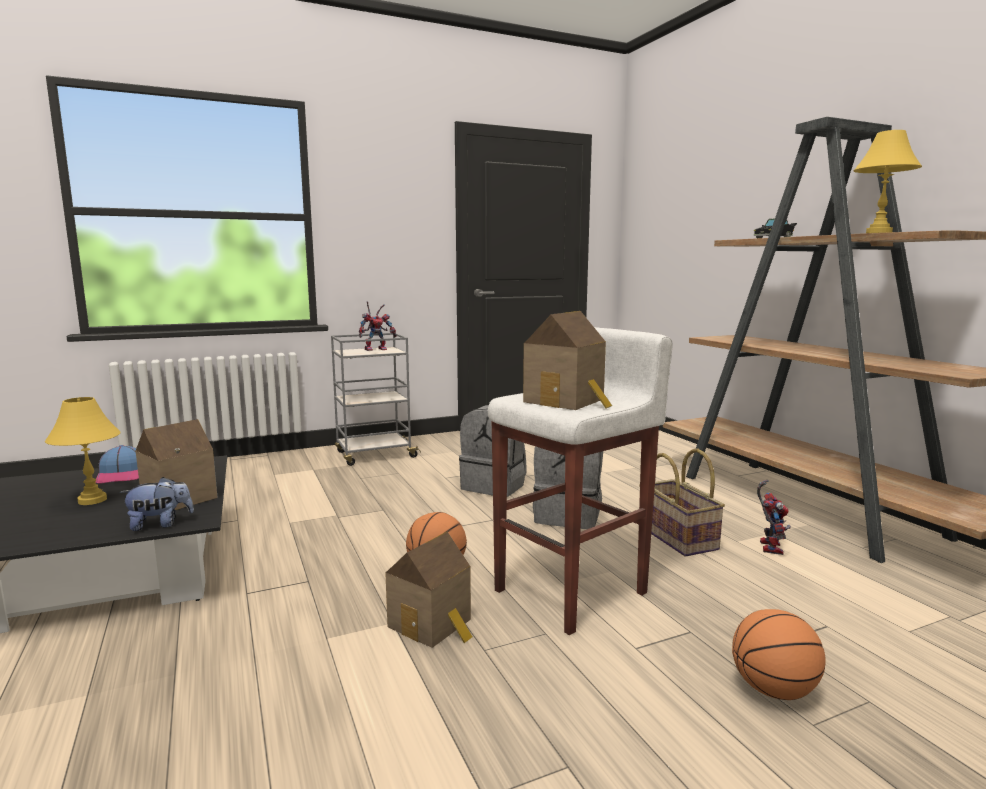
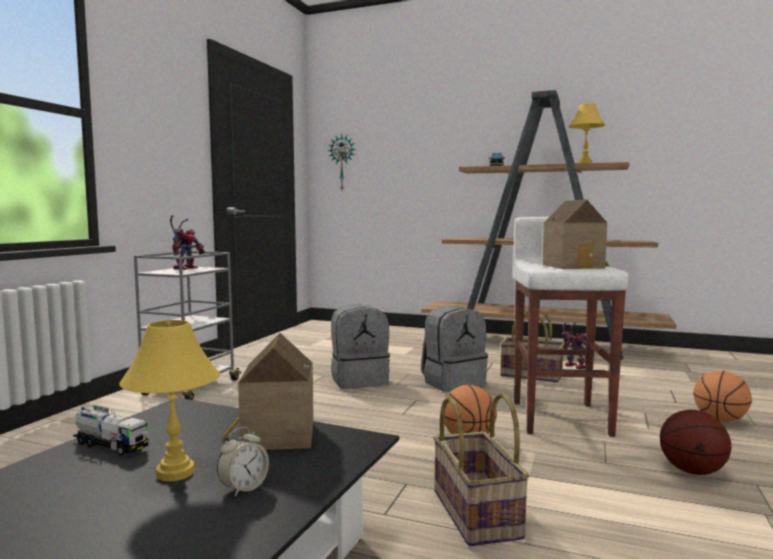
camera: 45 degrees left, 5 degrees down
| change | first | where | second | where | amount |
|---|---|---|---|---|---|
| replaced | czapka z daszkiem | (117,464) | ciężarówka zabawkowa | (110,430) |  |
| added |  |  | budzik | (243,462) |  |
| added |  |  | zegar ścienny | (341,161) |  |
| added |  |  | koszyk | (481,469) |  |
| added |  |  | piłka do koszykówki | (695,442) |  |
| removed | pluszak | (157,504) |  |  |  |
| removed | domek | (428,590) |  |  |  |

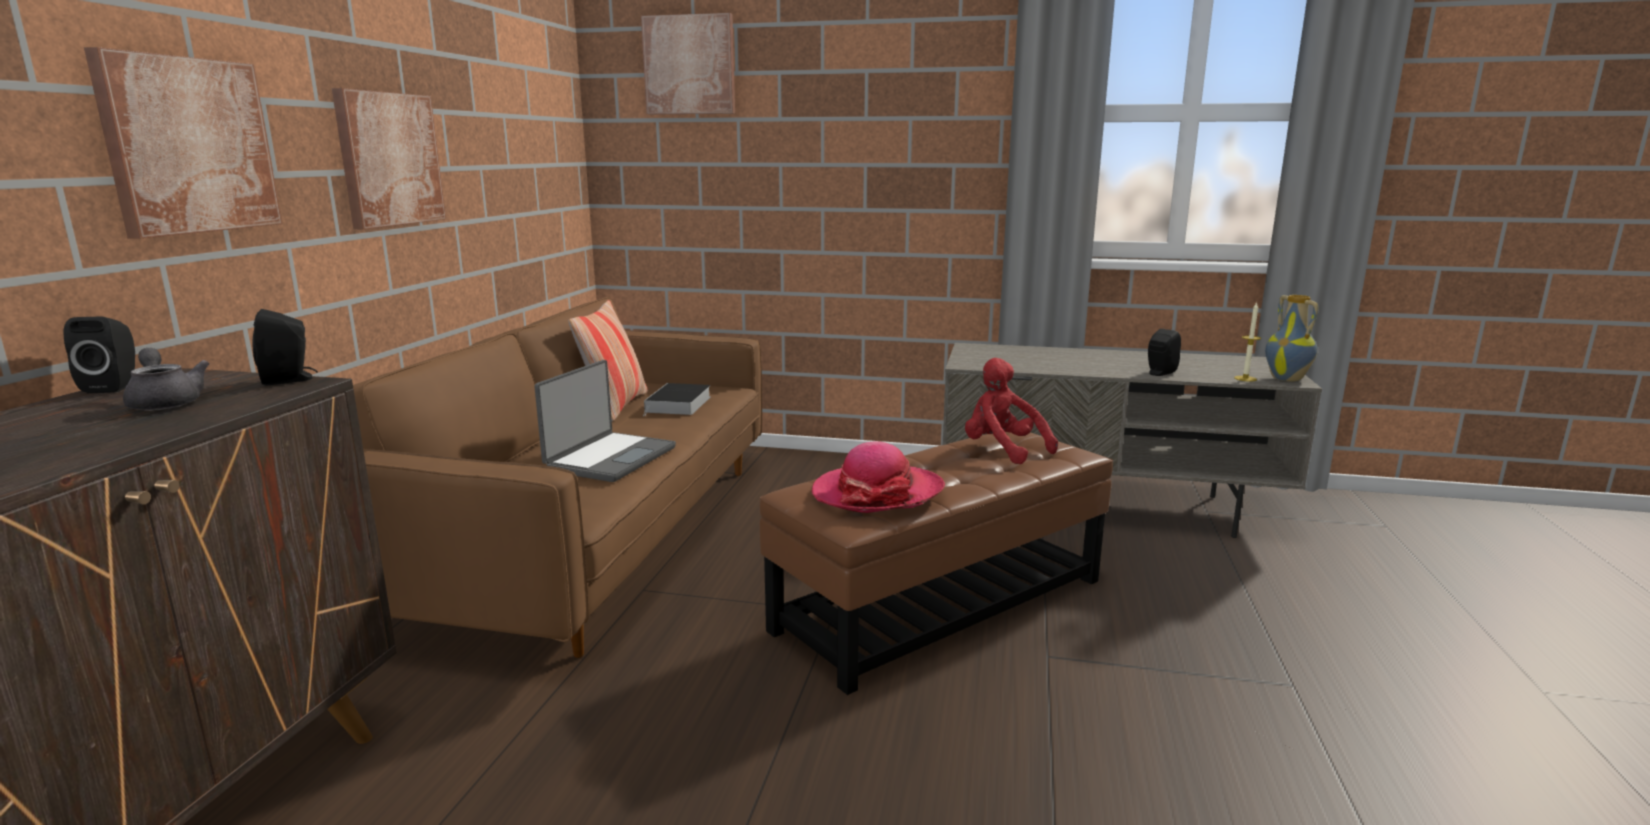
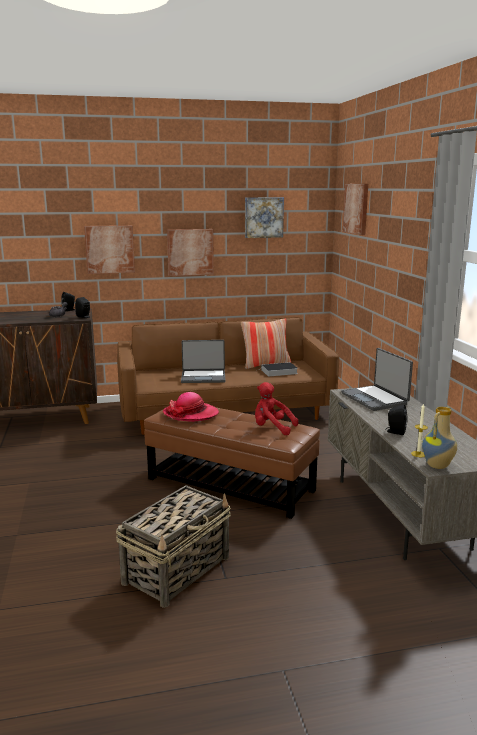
camera: 65 degrees right, 0 degrees up
| change | first | where | second | where | amount |
|---|---|---|---|---|---|
| added |  |  | koszyk | (173,546) |  |
| added |  |  | obraz | (264,217) |  |
| turned | pluszak (czerwony) | (1011,411) |  | (277,408) | 90 degrees counterclockwise |
| added |  |  | laptop | (377,379) |  |

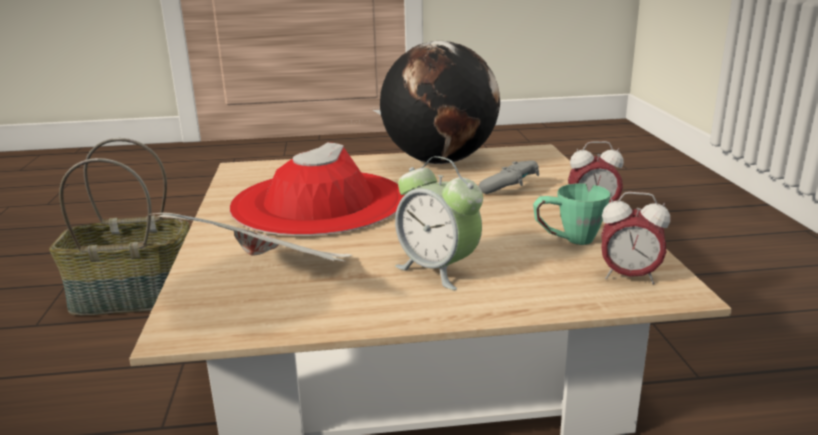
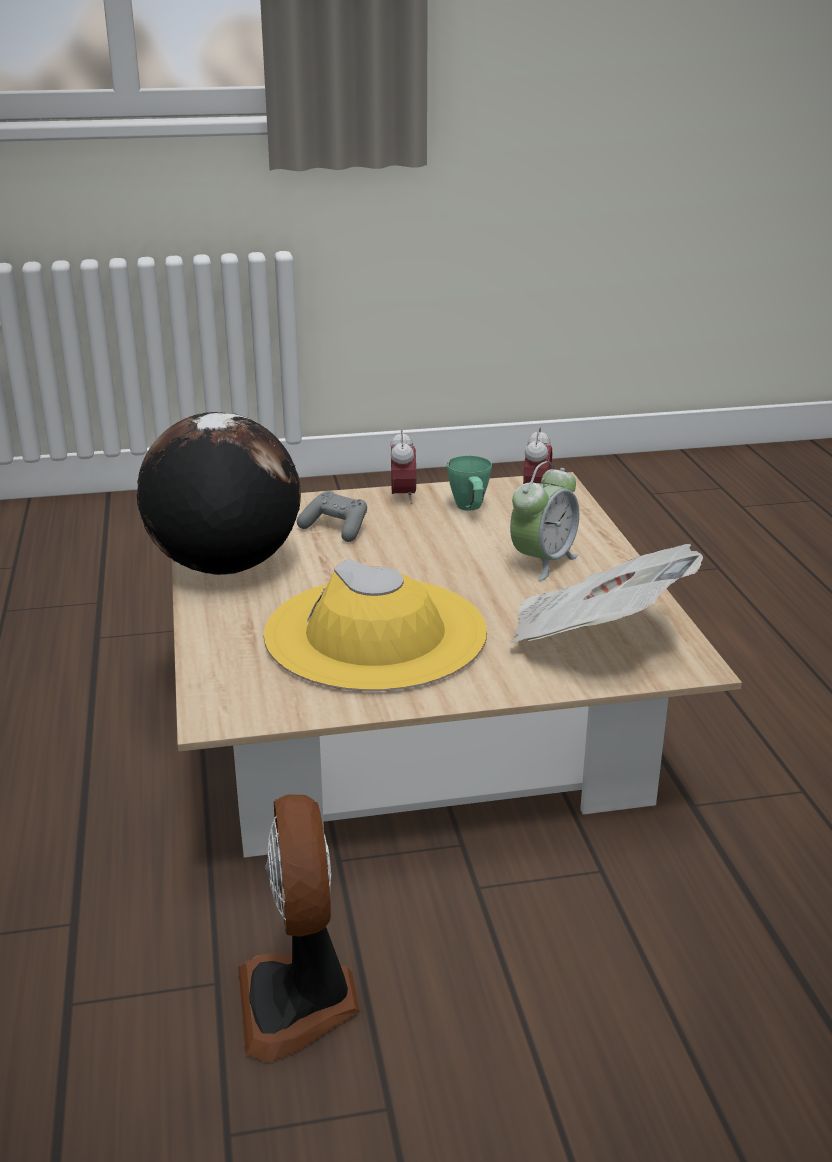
camera: 95 degrees left, 5 degrees up
| change | first | where | second | where | amount |
|---|---|---|---|---|---|
| replaced | koszyk | (119,227) | wentylator | (299,928) |  |
| recoloured | kapelusz (czerwony) | (317,189) | kapelusz (żółty) | (375,625) |  |

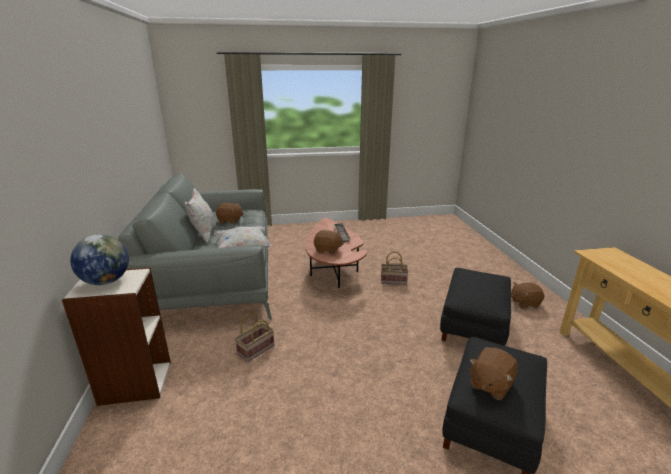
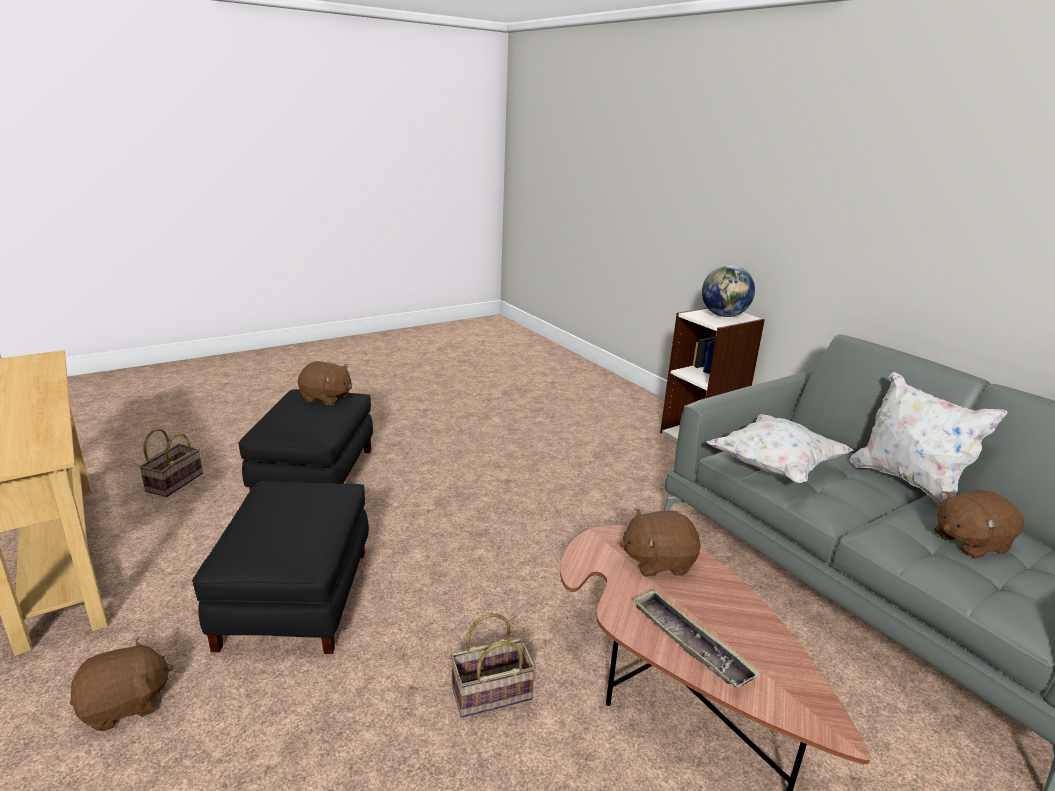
camera: 155 degrees right, 0 degrees up
| change | first | where | second | where | amount |
|---|---|---|---|---|---|
| moved | koszyk | (254,337) |  | (171,462) |  |
| turned | pluszak (brązowy) | (493,373) |  | (325,383) | 90 degrees clockwise |

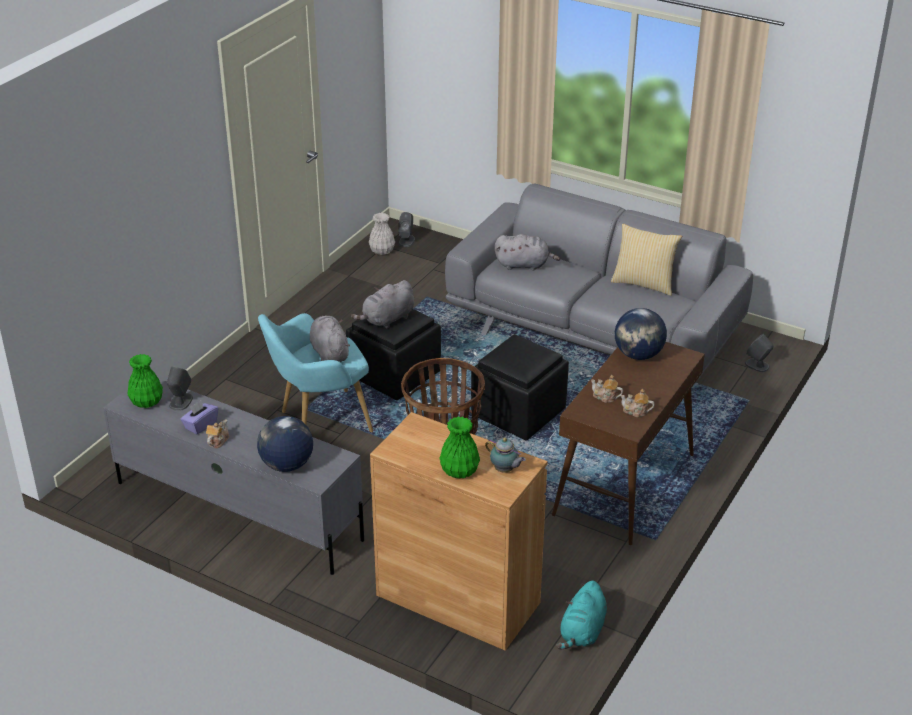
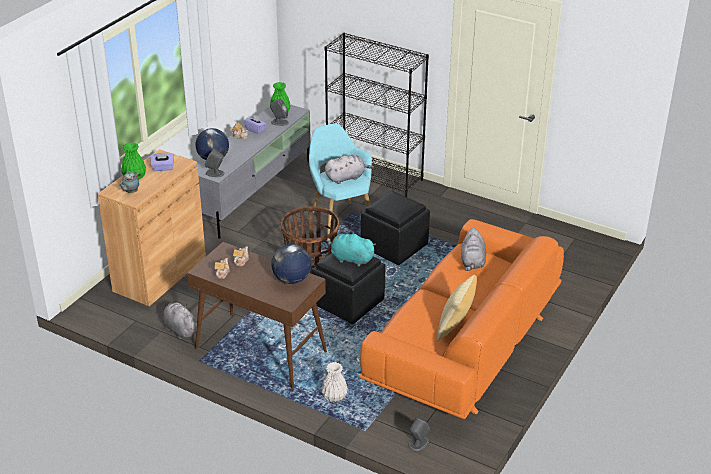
camera: 90 degrees right, 0 degrees up
| change | first | where | second | where | amount |
|---|---|---|---|---|---|
| added |  |  | pudełko chusteczek (fioletowy) | (162,162) |  |
| moved | pluszak (szary) | (382,304) |  | (180,320) |  |
| moved | głośnik (szary) | (406,229) |  | (214,163) |  |
| moved | wazon (biały) | (382,234) |  | (334,382) |  |
| added |  |  | regał (czarny) | (377,115) |  |
| moved | pluszak (turkusowy) | (581,615) |  | (351,248) |  |
| recoloured | kanapa (szary) | (599,281) | kanapa (pomarańczowy) | (461,319) |  |

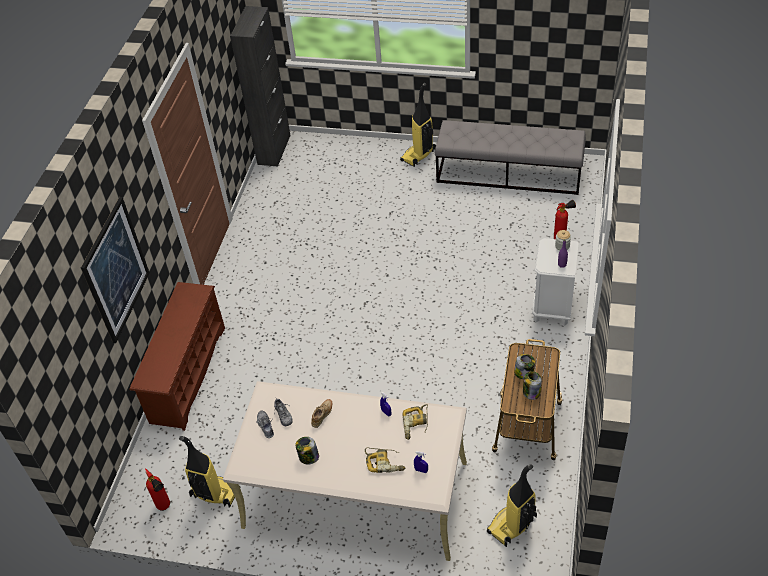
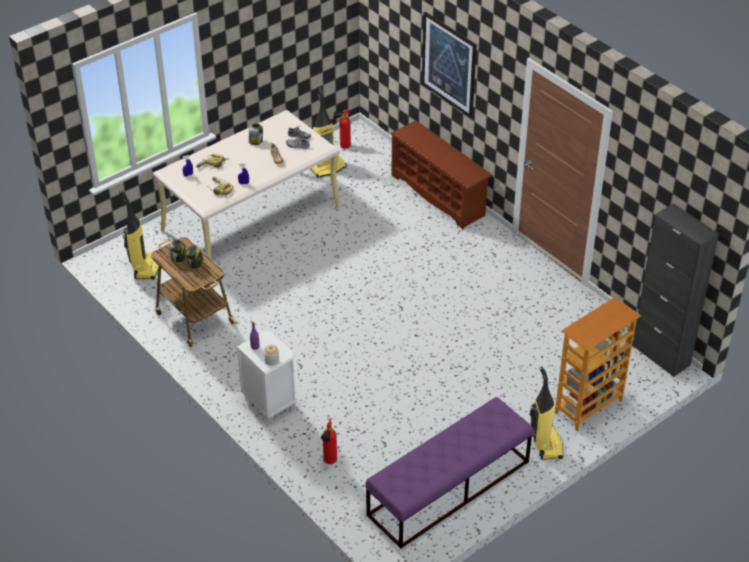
camera: 125 degrees right, 5 degrees down
| change | first | where | second | where | amount |
|---|---|---|---|---|---|
| recoloured | ławka (szary) | (510,157) | ławka (fioletowy) | (449,473) |  |
| added |  |  | regał | (598,364) |  |

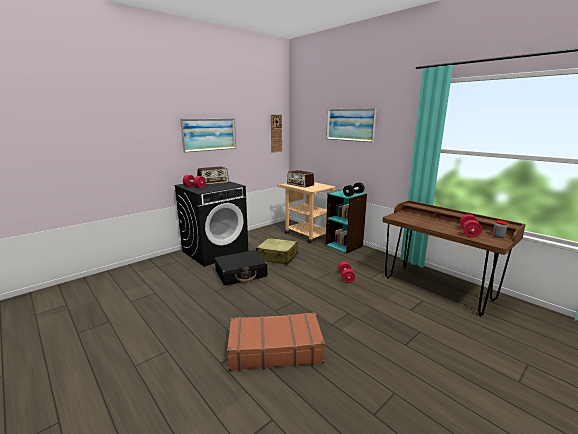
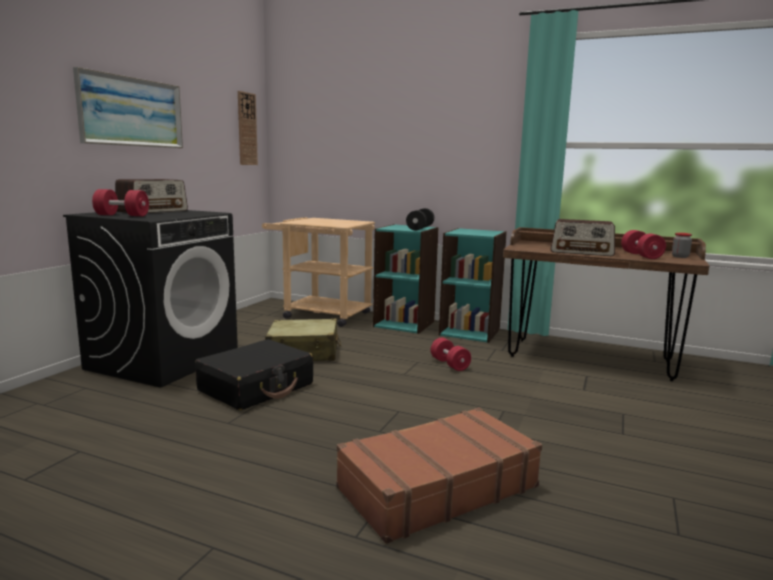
camera: 25 degrees left, 5 degrees down
| change | first | where | second | where | amount |
|---|---|---|---|---|---|
| added |  |  | regał (turkusowy) | (473,285) |  |
| moved | radio | (300,179) |  | (582,237) |  |
| removed | obraz | (351,125) |  |  |  |

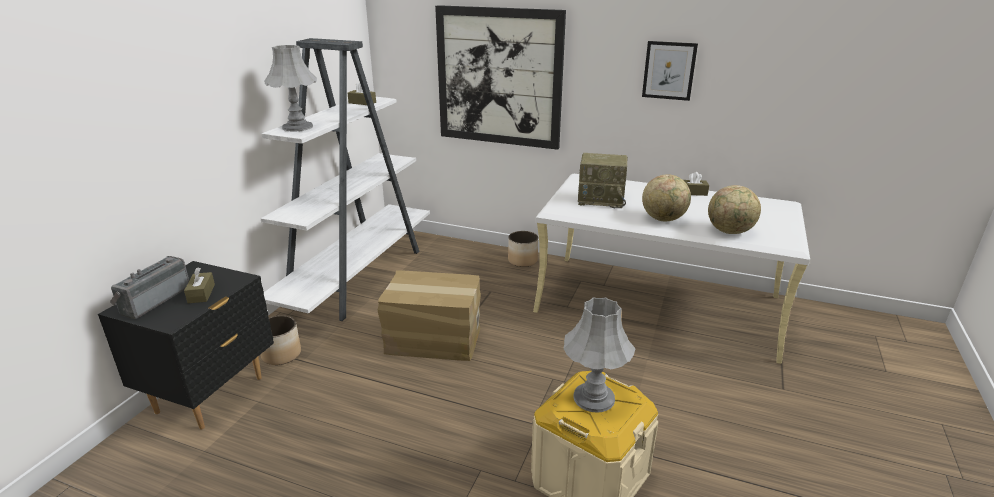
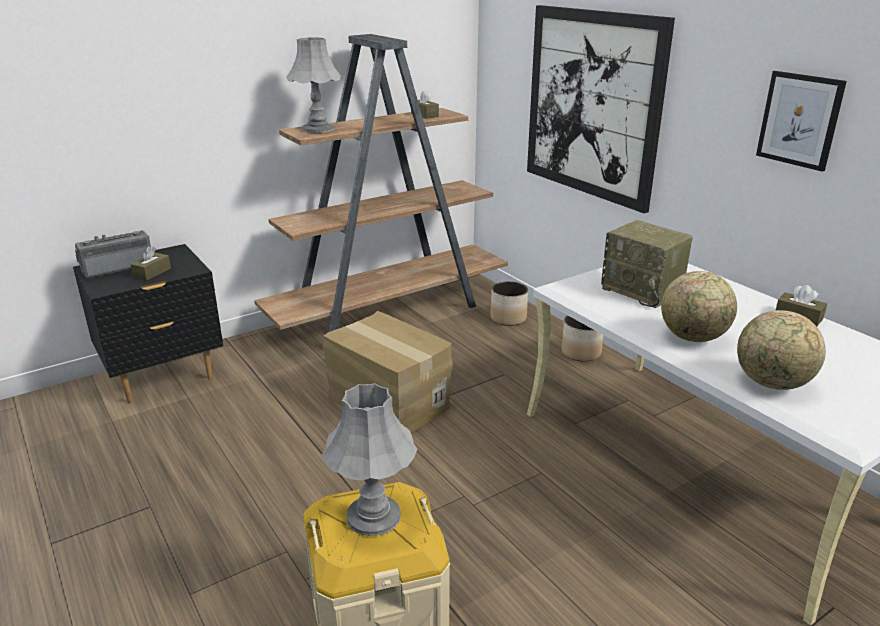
camera: 35 degrees right, 0 degrees up
| change | first | where | second | where | amount |
|---|---|---|---|---|---|
| recoloured | regał (biały) | (345,179) | regał (brązowy) | (381,183) |  |
| moved | donica | (280,340) |  | (509,303) |  |

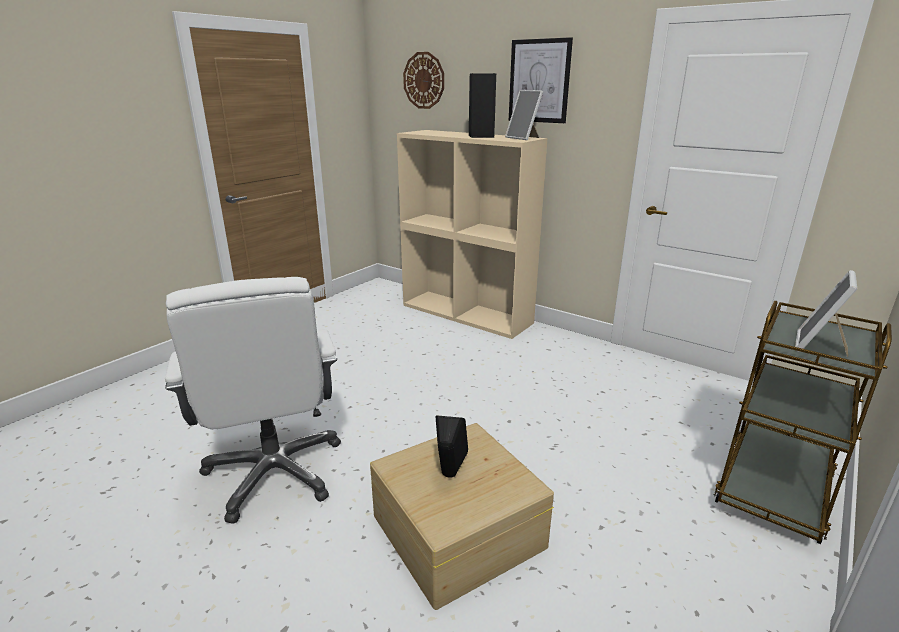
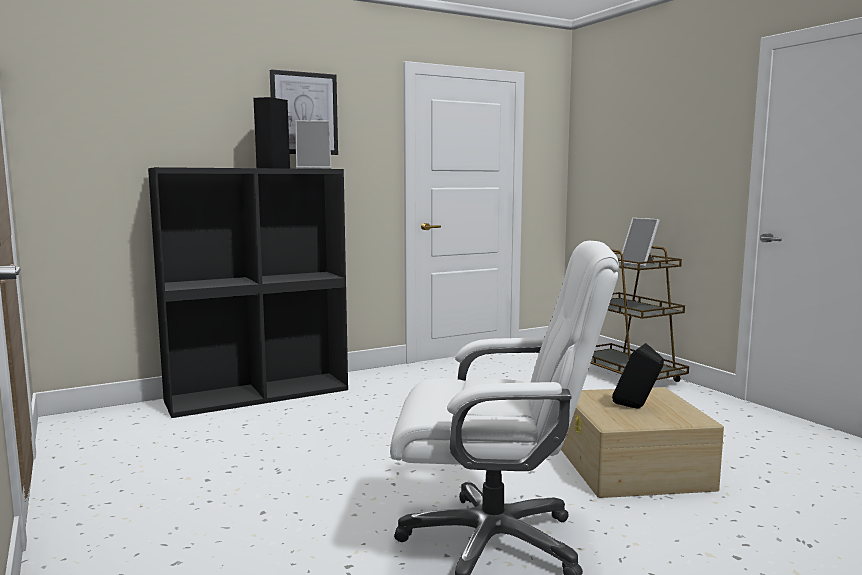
camera: 65 degrees left, 15 degrees down
| change | first | where | second | where | amount |
|---|---|---|---|---|---|
| recoloured | regał (beżowy) | (472,234) | regał (czarny) | (248,292) |  |
| removed | zegar ścienny | (423,80) |  |  |  |

